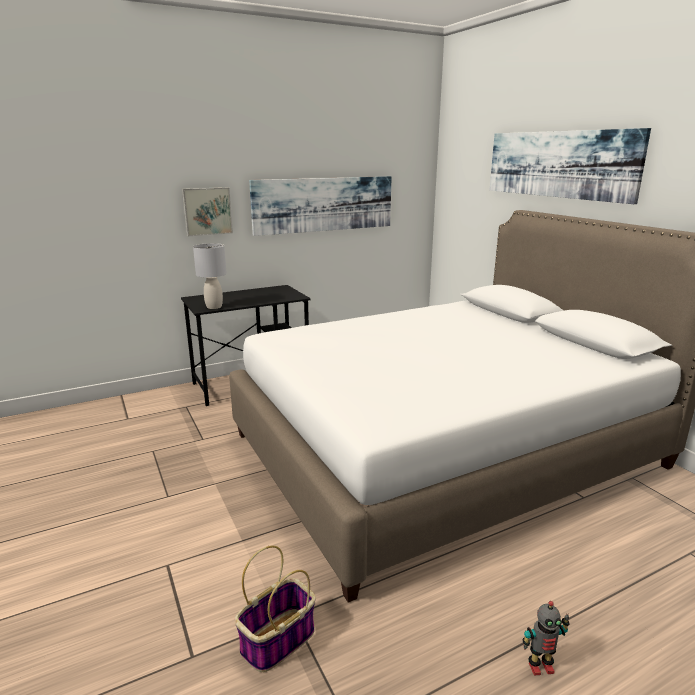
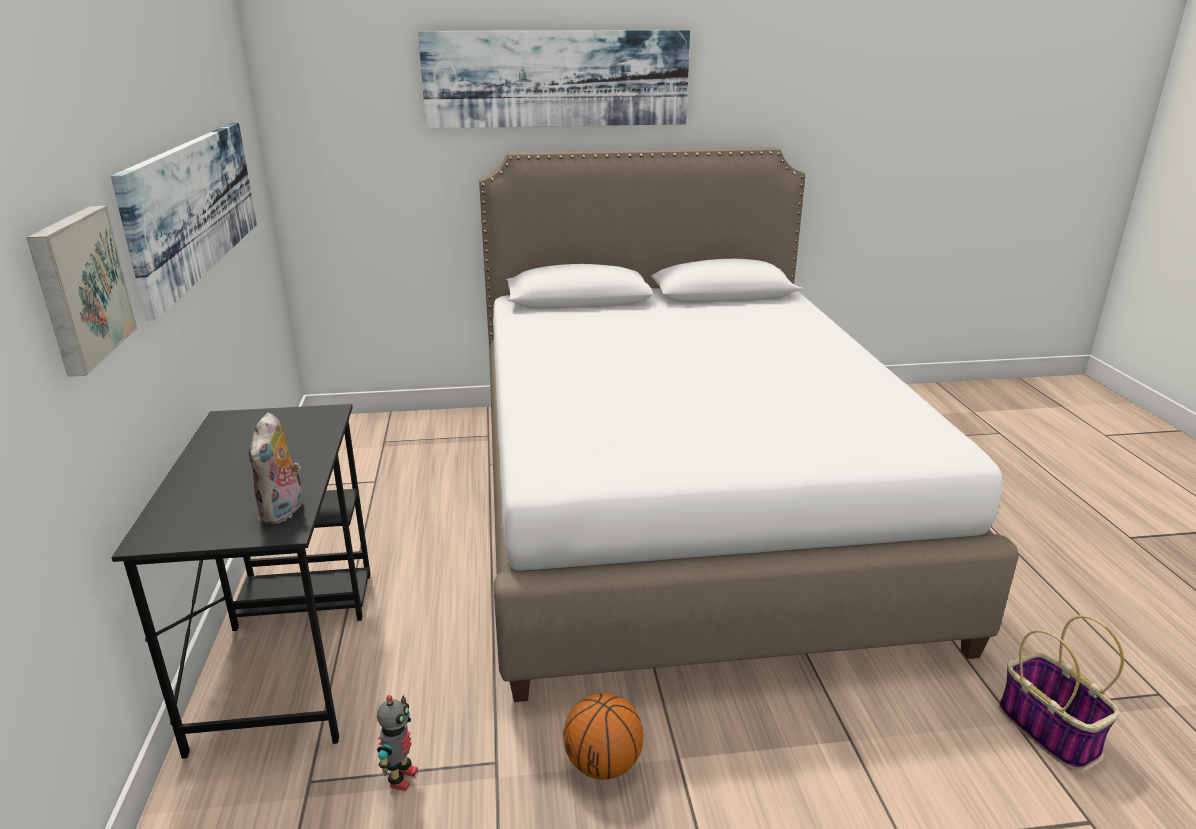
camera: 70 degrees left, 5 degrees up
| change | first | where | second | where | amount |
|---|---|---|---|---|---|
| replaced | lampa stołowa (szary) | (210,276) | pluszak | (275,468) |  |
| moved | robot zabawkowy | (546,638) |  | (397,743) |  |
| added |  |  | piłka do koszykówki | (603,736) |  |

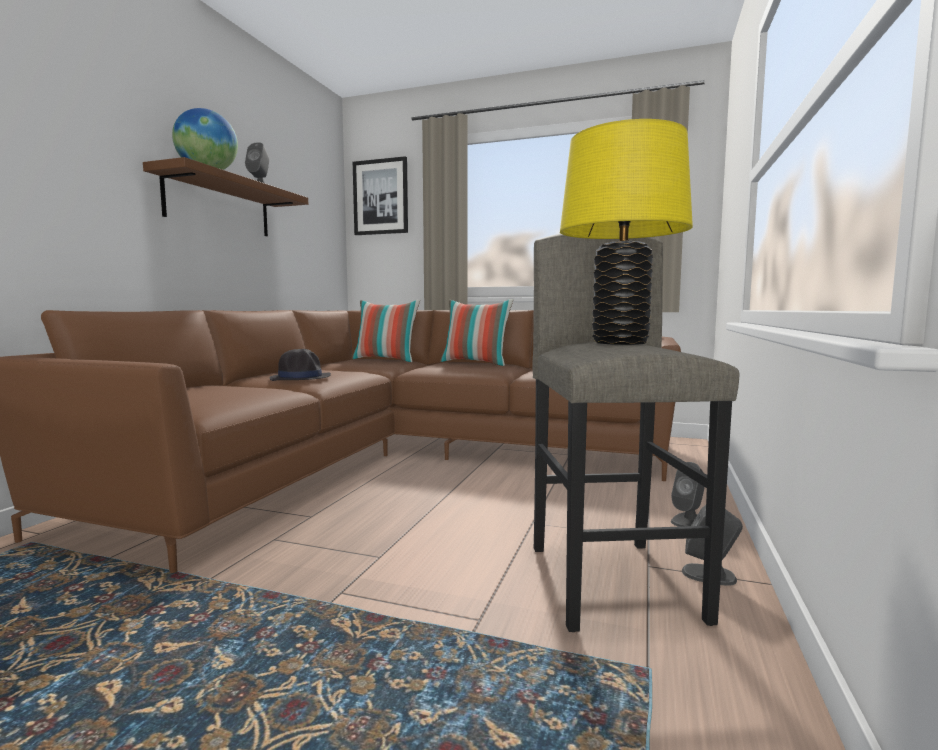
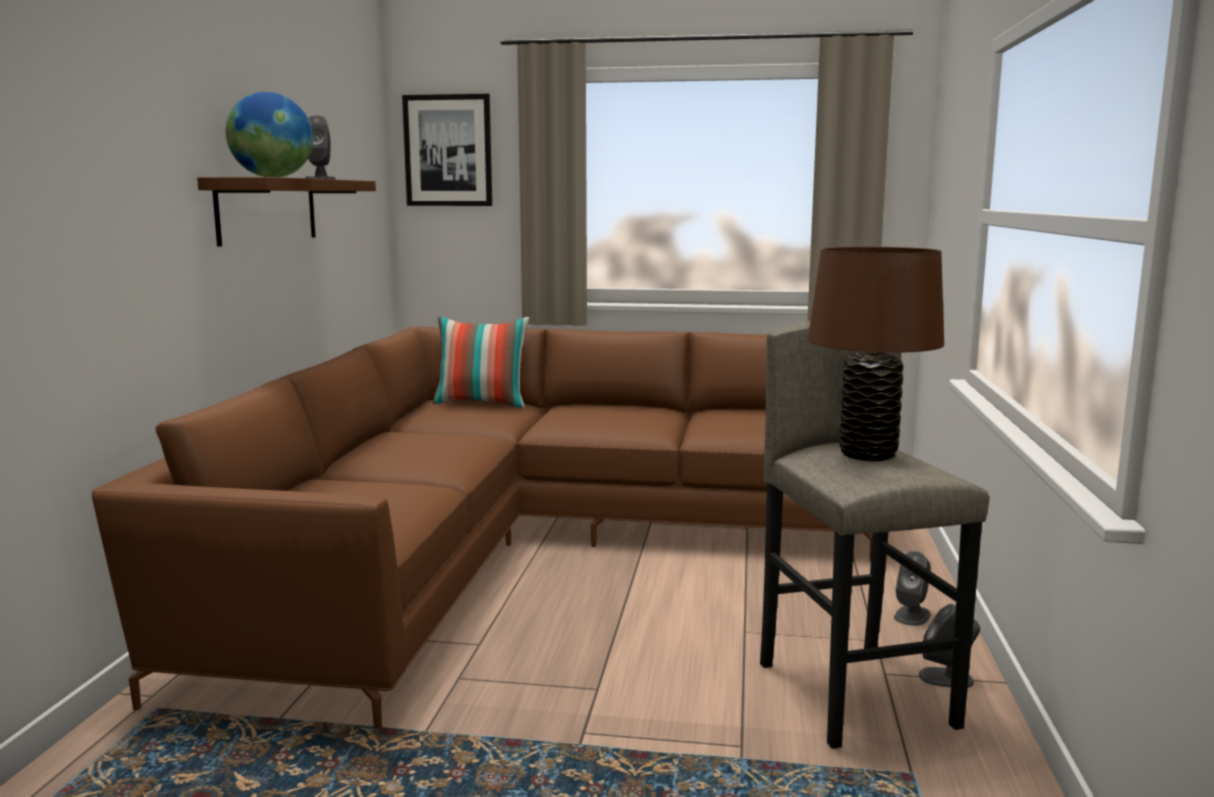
camera: 10 degrees left, 5 degrees up
| change | first | where | second | where | amount |
|---|---|---|---|---|---|
| recoloured | lampa stołowa (żółty) | (626,232) | lampa stołowa (brązowy) | (876,354) |  |
| removed | kapelusz (czarny) | (300,365) |  |  |  |
| removed | poduszka | (476,332) |  |  |  |

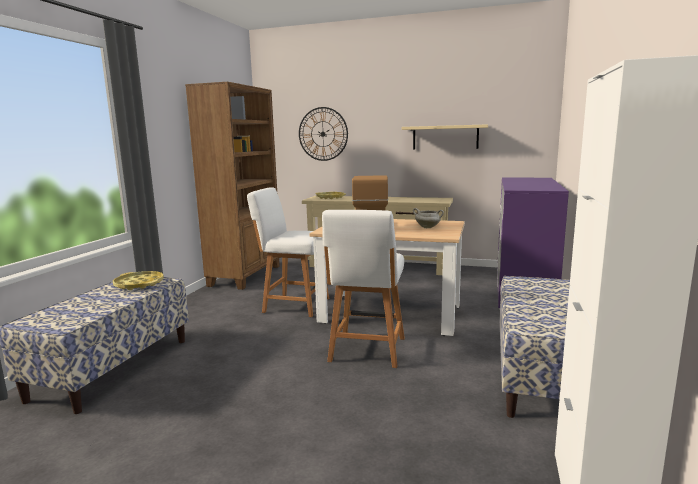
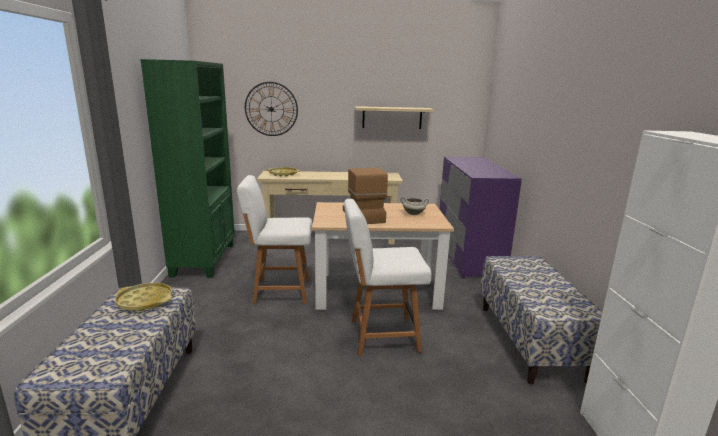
camera: 20 degrees left, 5 degrees up
| change | first | where | second | where | amount |
|---|---|---|---|---|---|
| recoloured | regał (brązowy) | (232,186) | regał (zielony) | (187,168) |  |
| turned | krzesło (biały) | (363,289) |  | (387,277) | 90 degrees clockwise |

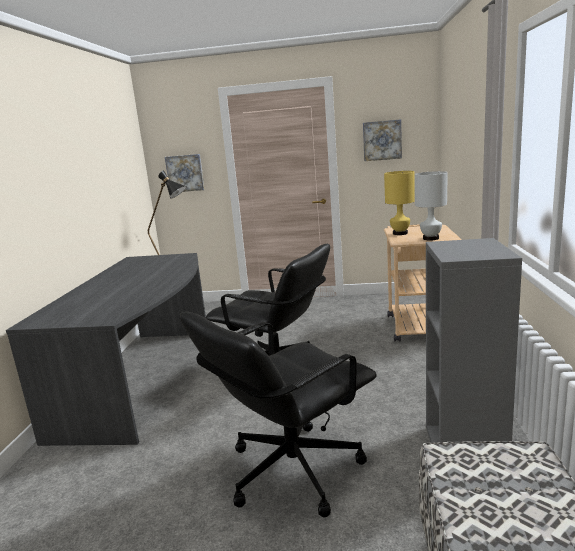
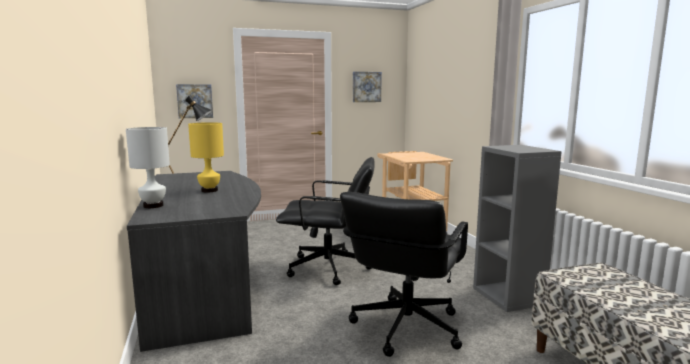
camera: 25 degrees left, 5 degrees down
| change | first | where | second | where | amount |
|---|---|---|---|---|---|
| moved | lampa stołowa (biały) | (431,205) |  | (148,167) |  |
| moved | lampa stołowa (żółty) | (399,203) |  | (206,157) |  |

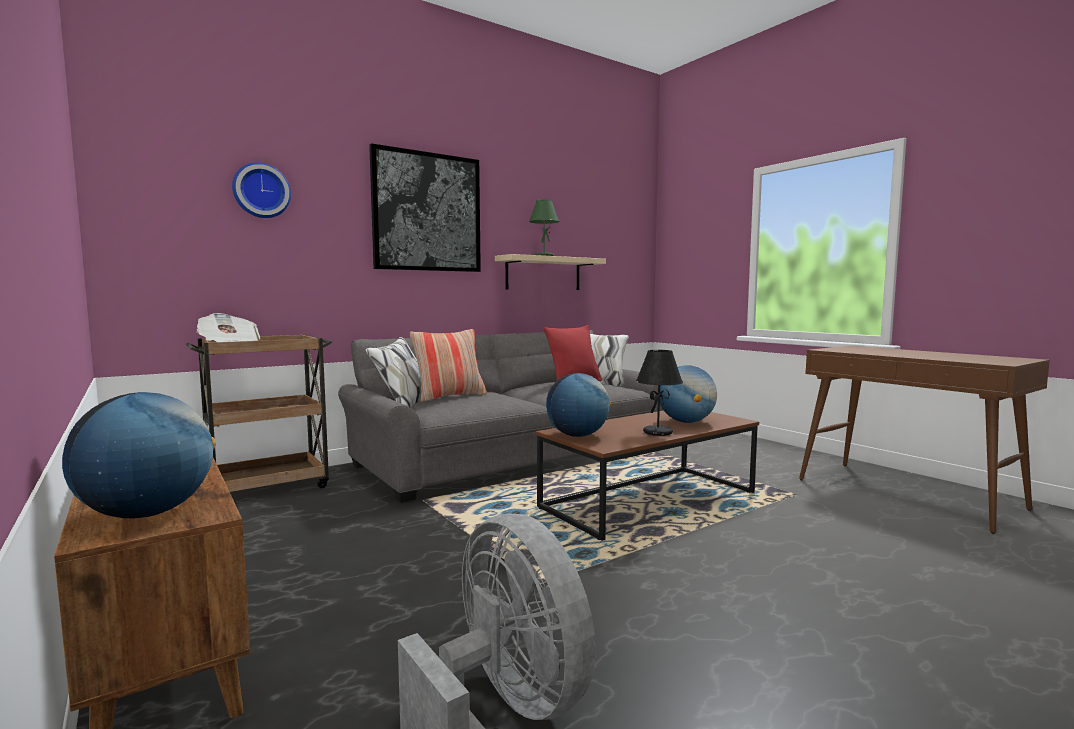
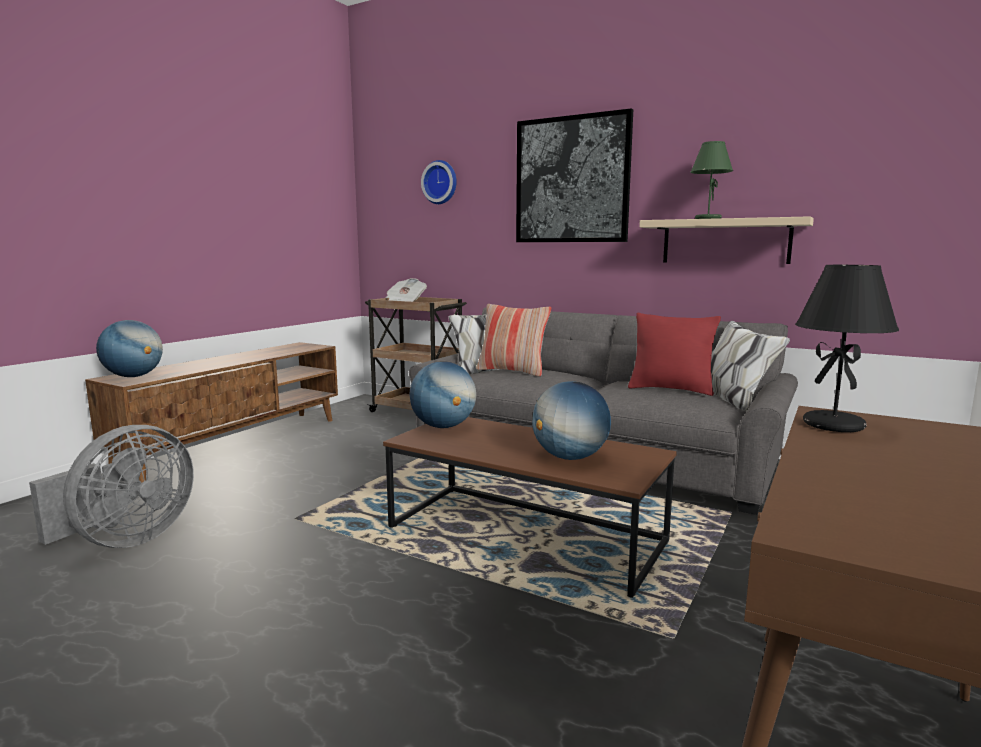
camera: 65 degrees right, 5 degrees up
| change | first | where | second | where | amount |
|---|---|---|---|---|---|
| moved | lampa stołowa (czarny) | (659,393) |  | (847,348) |  |

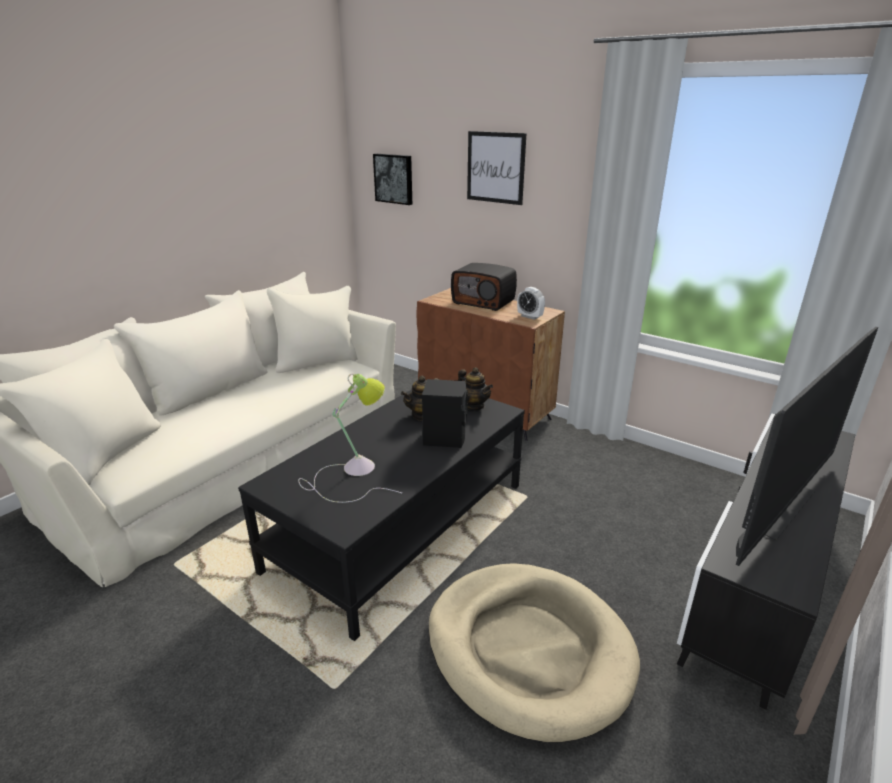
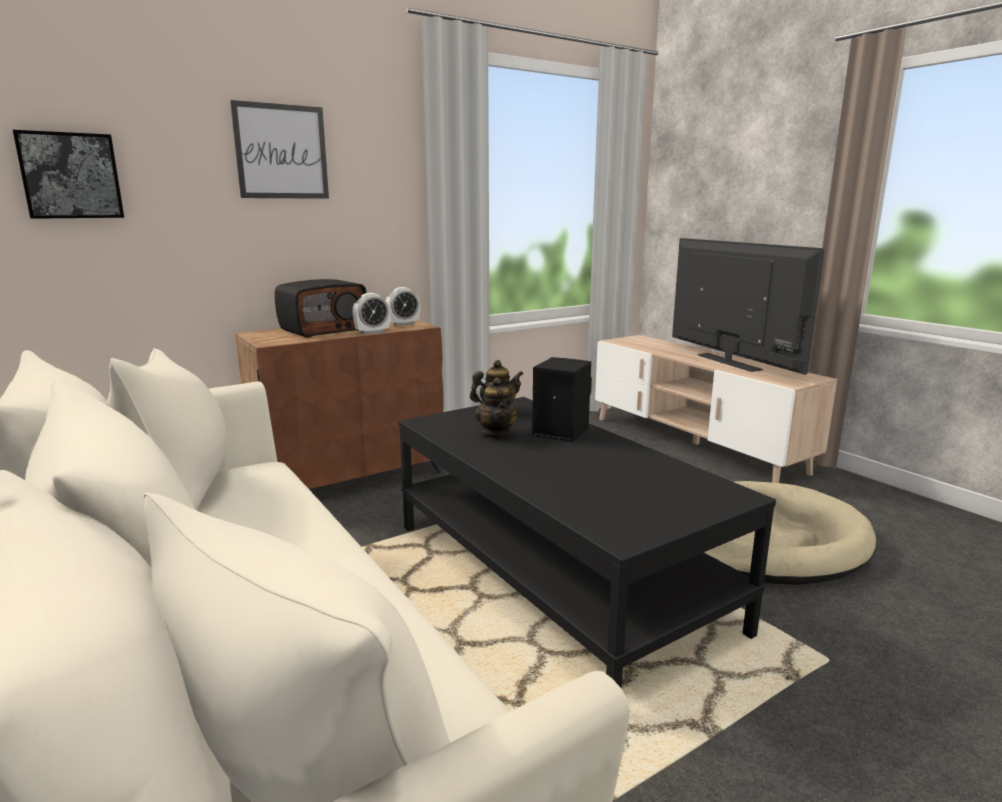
camera: 70 degrees left, 10 degrees down
| change | first | where | second | where | amount |
|---|---|---|---|---|---|
| added |  |  | budzik | (371,314) |  |
| recoloured | szafka pod telewizor (czarny) | (766,562) | szafka pod telewizor (beżowy) | (716,409) |  |
| removed | lampa stołowa | (350,438) |  |  |  |

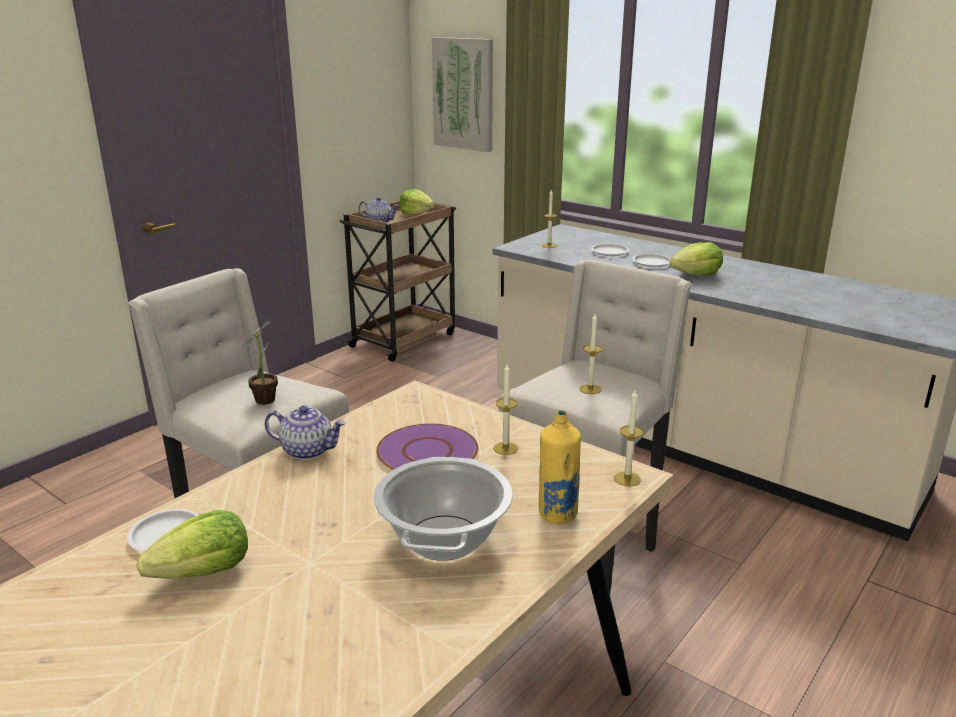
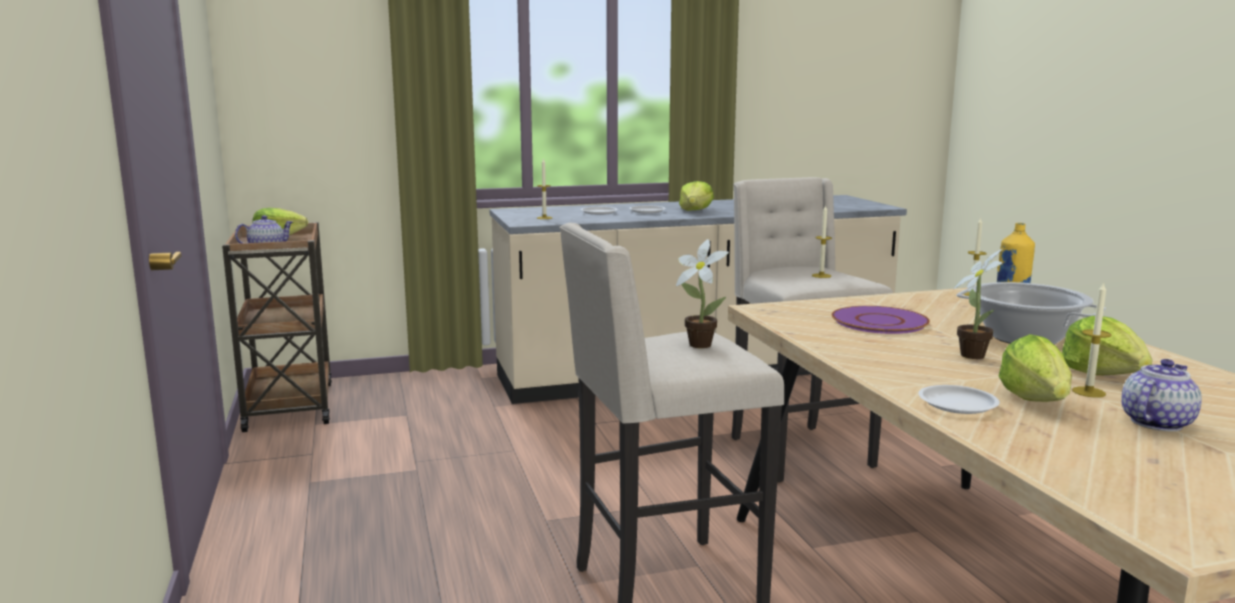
camera: 55 degrees left, 10 degrees down
| change | first | where | second | where | amount |
|---|---|---|---|---|---|
| added |  |  | roślina doniczkowa | (977,304) |  |
| added |  |  | sałata | (1107,345) |  |
| moved | świeca | (505,409) |  | (1092,339) |  |
| moved | imbryk | (305,433) |  | (1161,395) |  |
| removed | obraz | (462,94) |  |  |  |

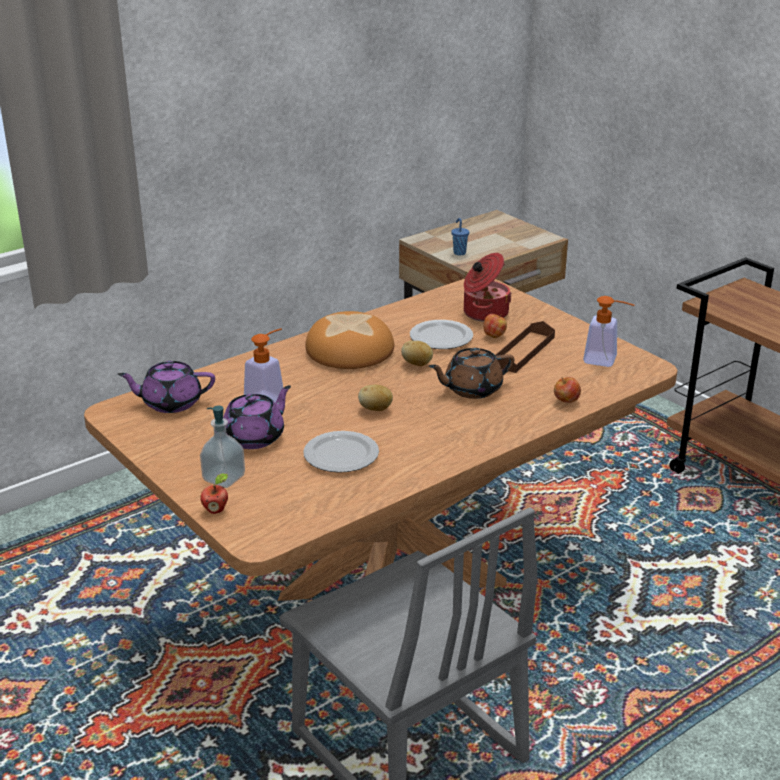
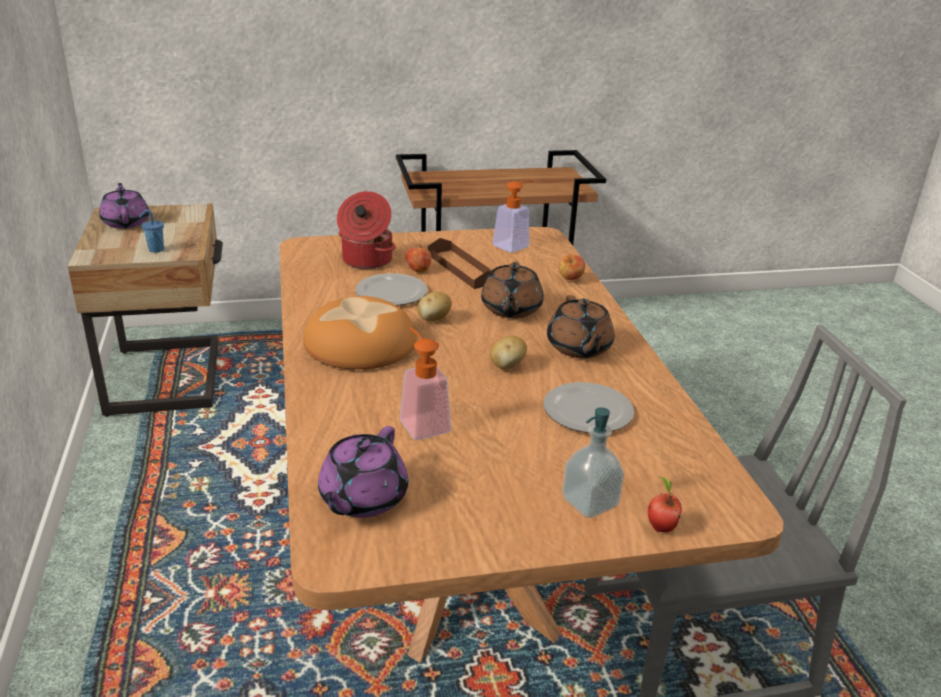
camera: 65 degrees left, 0 degrees up
| change | first | where | second | where | amount |
|---|---|---|---|---|---|
| moved | imbryk (fioletowy) | (257,417) |  | (124,206) |  |
| added |  |  | imbryk (brązowy) | (580,326) |  |

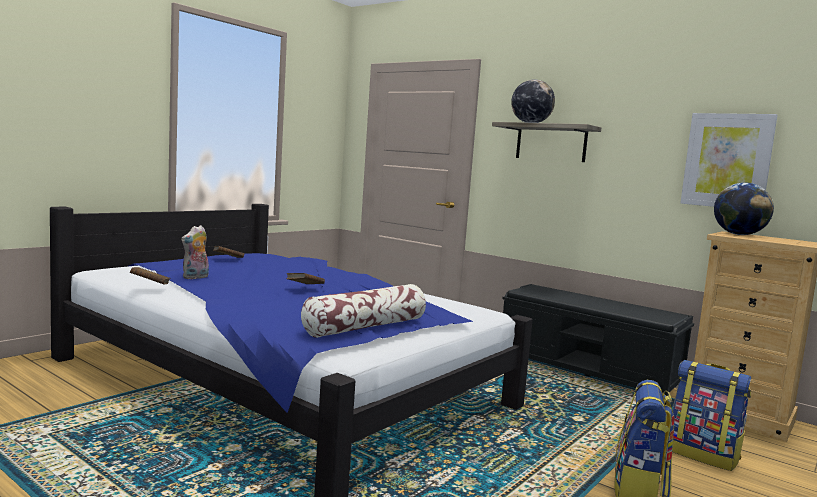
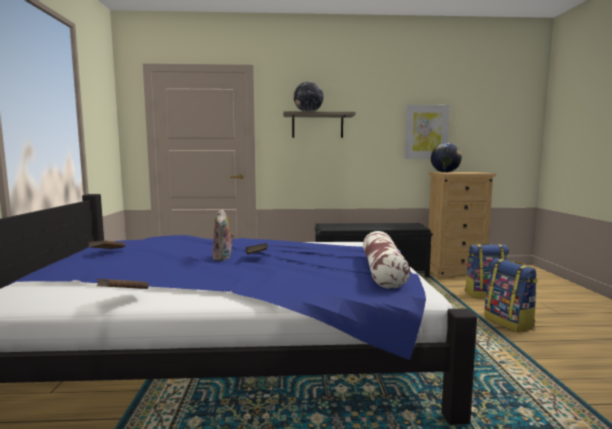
camera: 40 degrees left, 0 degrees up
| change | first | where | second | where | amount |
|---|---|---|---|---|---|
| moved | pluszak | (195,252) |  | (223,235) |  |

